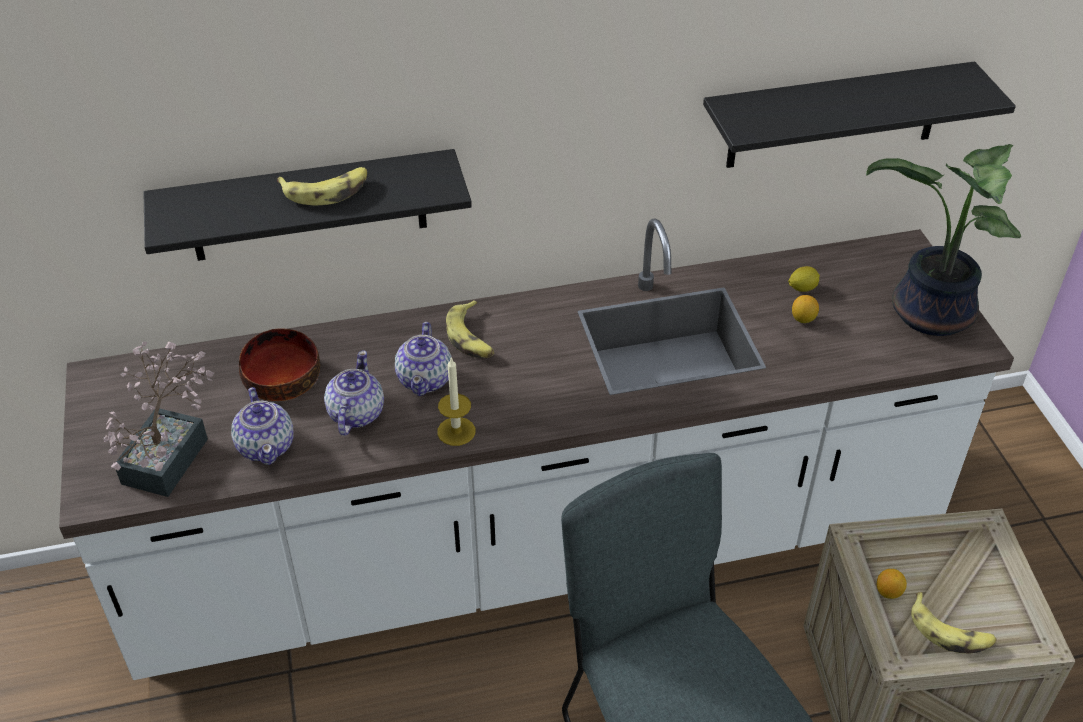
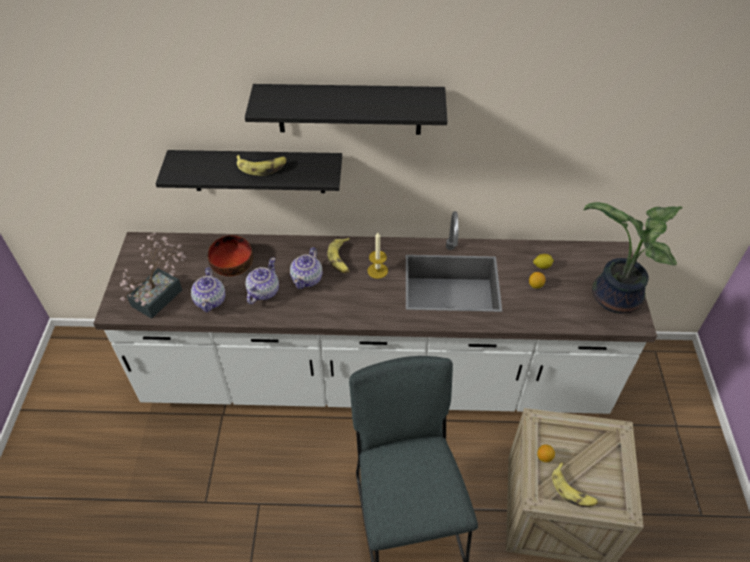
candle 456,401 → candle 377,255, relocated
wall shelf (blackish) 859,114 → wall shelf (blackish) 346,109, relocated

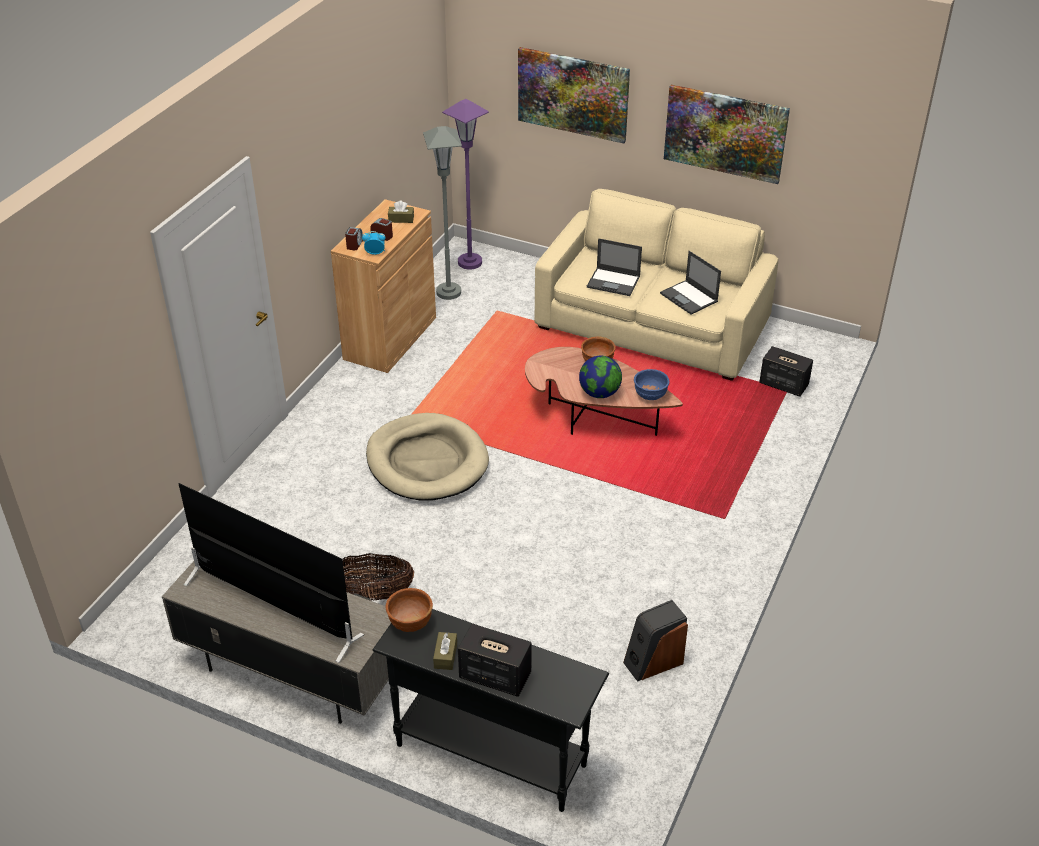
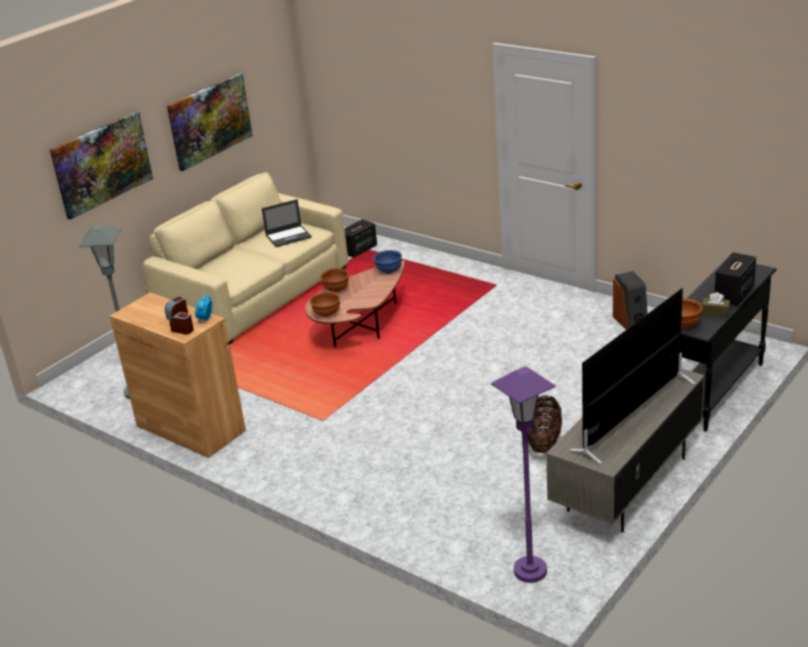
dog cushion (sand-coloured) 427,456 → -
tissue box (brown-coloured) 401,212 → -
standard lamp (purplish) 465,184 → standard lamp (purplish) 523,475, relocated
globe 600,377 → -
laptop 614,267 → -
- → serving bowl (brown-coloured) 325,304

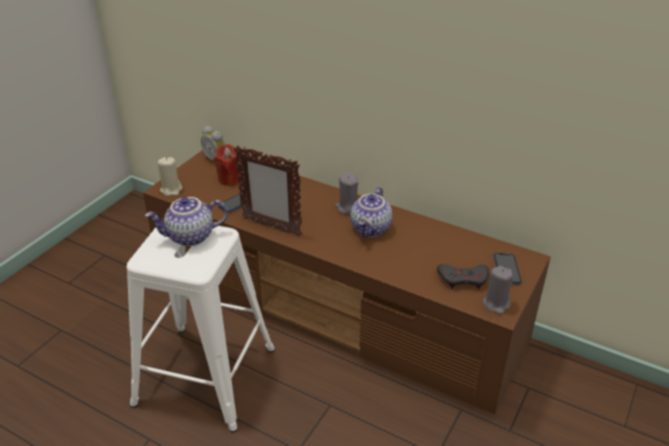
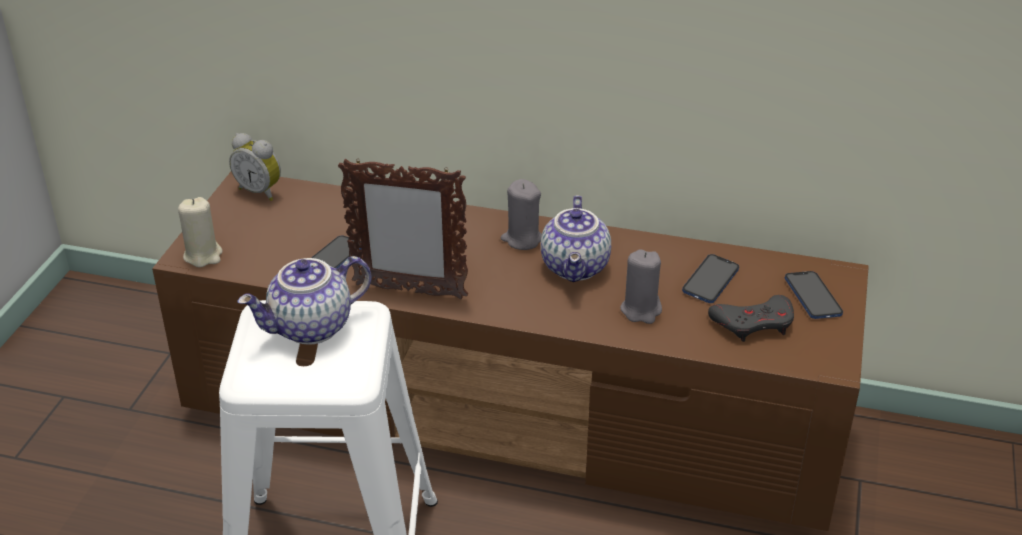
candle (red-coloured) 228,165 → -
candle (grey) 498,290 → candle (grey) 641,286, relocated
- → phone 710,278

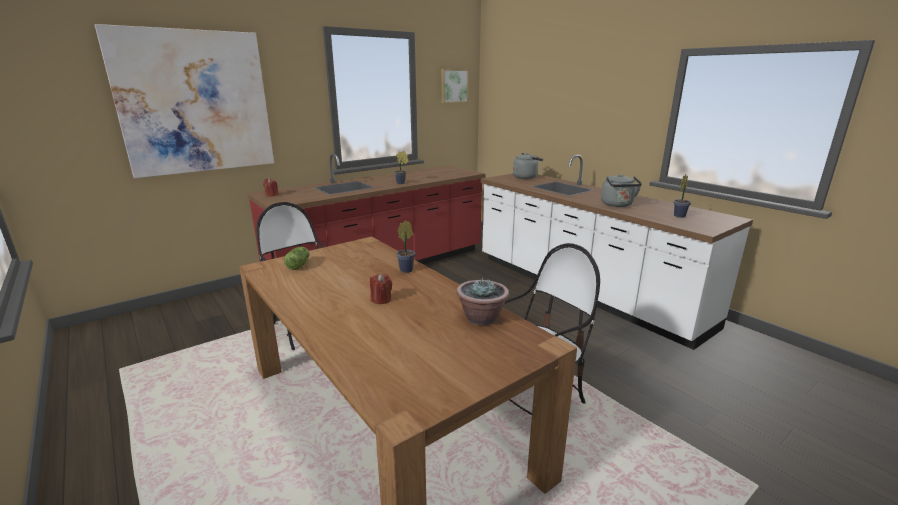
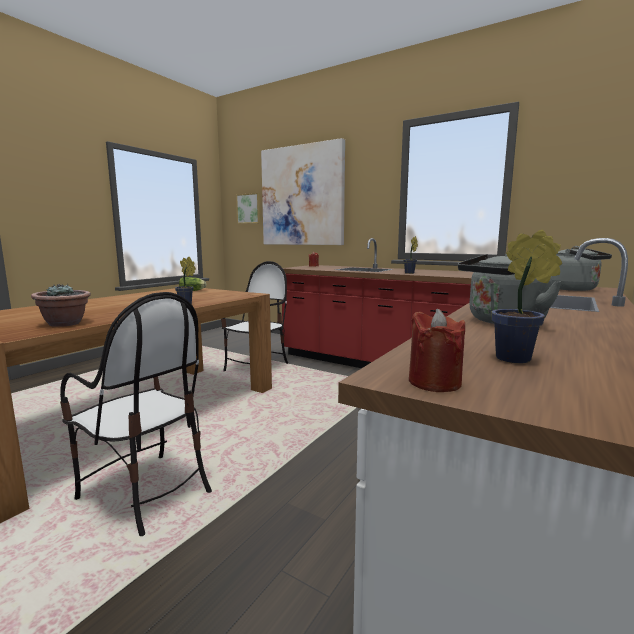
candle (red-coloured) 381,289 → candle (red-coloured) 437,350, relocated
wall picture 455,86 → wall picture 248,208, relocated

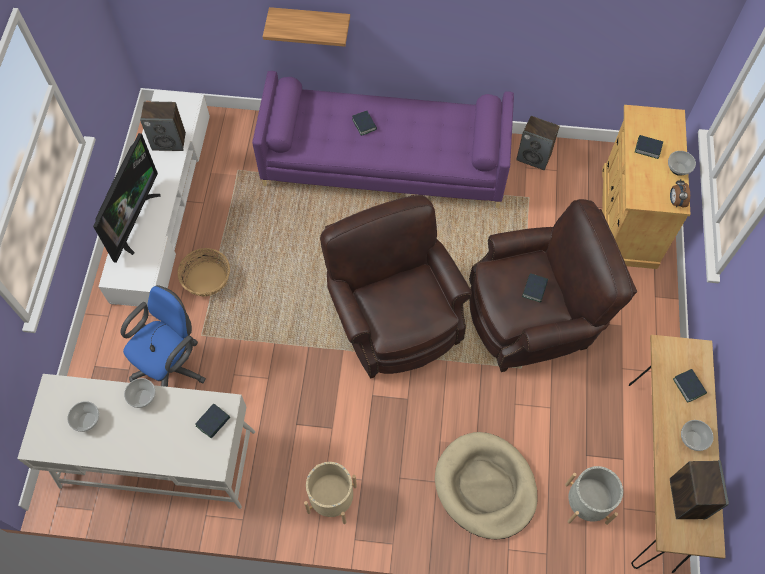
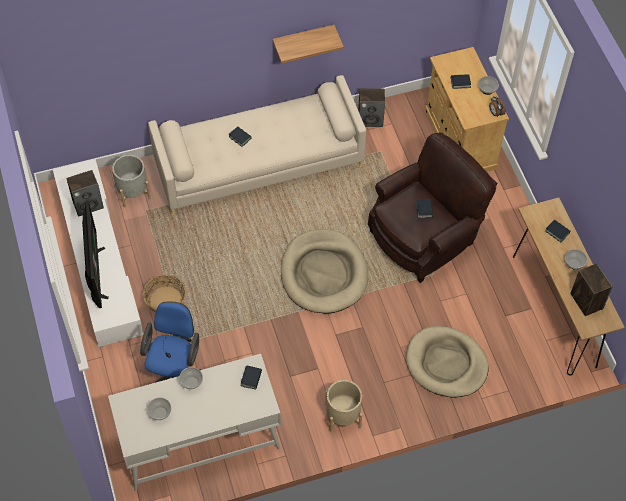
couch (purplish) 383,139 → couch (sand-coloured) 257,145
wall shelf 306,27 → wall shelf 308,44, relocated
armchair (brown-coloured) 396,287 → dog cushion (sand-coloured) 324,271
plant pot (grey) 594,495 → plant pot (grey) 131,181, relocated

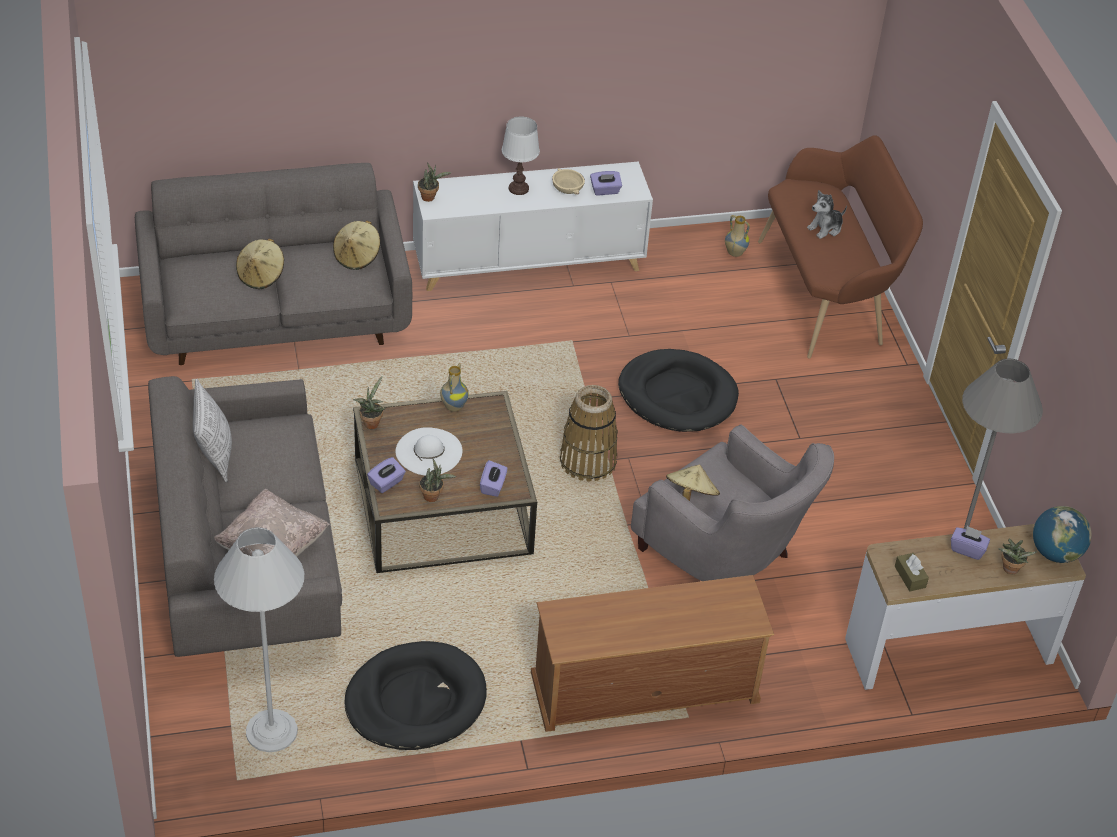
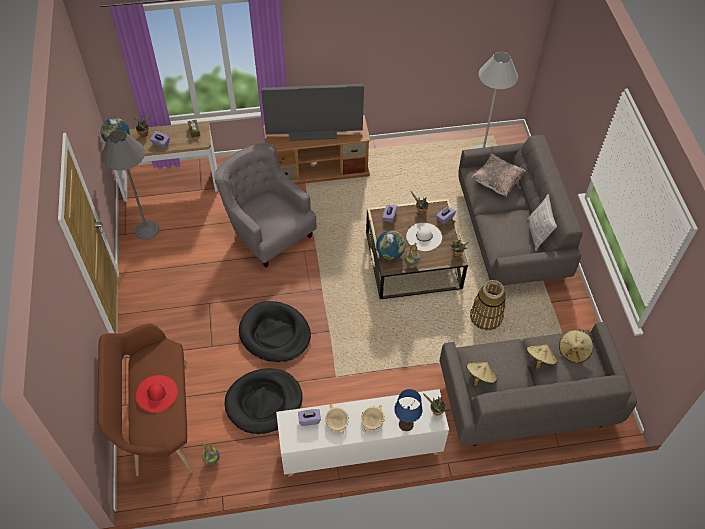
dog cushion (blackish) 416,695 → dog cushion (blackish) 264,401, relocated
lamp for a table (whitish) 521,155 → serving bowl (sand-coloured) 373,418
basket 589,433 → basket 488,305, relocated
hat (sand-coloured) 693,482 → hat (sand-coloured) 576,346, relocated
soft toy 827,214 → hat (red-coloured) 157,394
- → TV 312,112
- → globe 390,245
- → lamp for a table (blue-coloured) 408,410

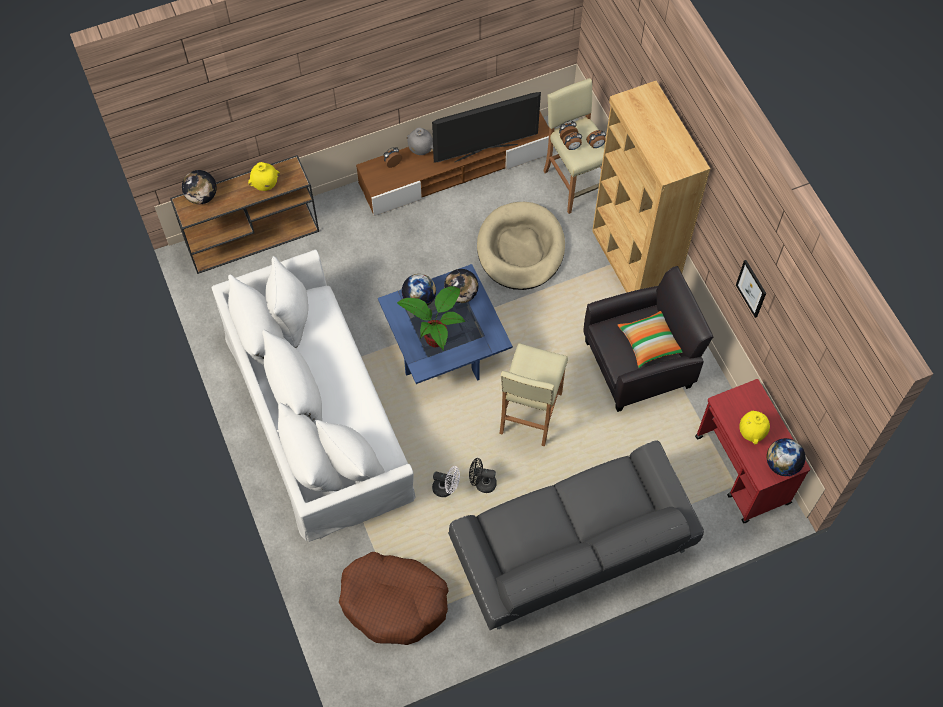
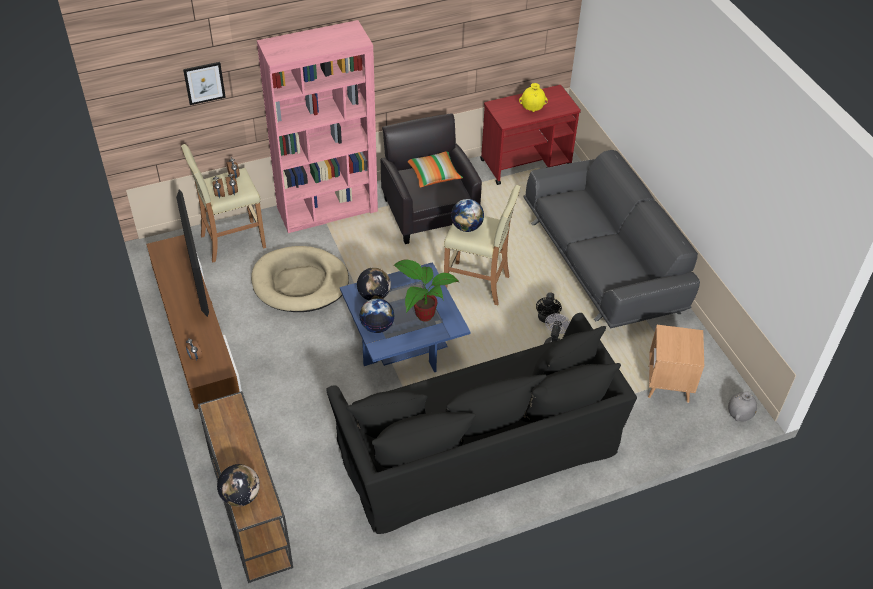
couch (whitish) 314,396 → couch (blackish) 481,423
flower vase (yellowish) 264,176 → -
dog cushion (brown-coloured) 394,598 → side table (brown-coloured) 676,364
flower vase (grey) 420,141 → flower vase (grey) 742,406, relocated
bookshelf (brown-coloured) 651,187 → bookshelf (pinkish) 317,126
wall picture 751,289 → wall picture 204,83, relocated
globe 786,457 → globe 467,215, relocated

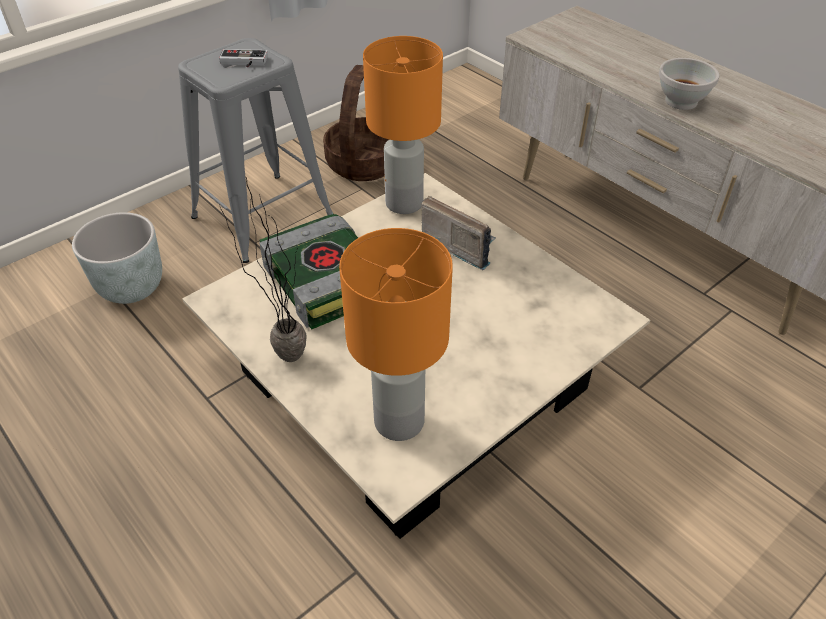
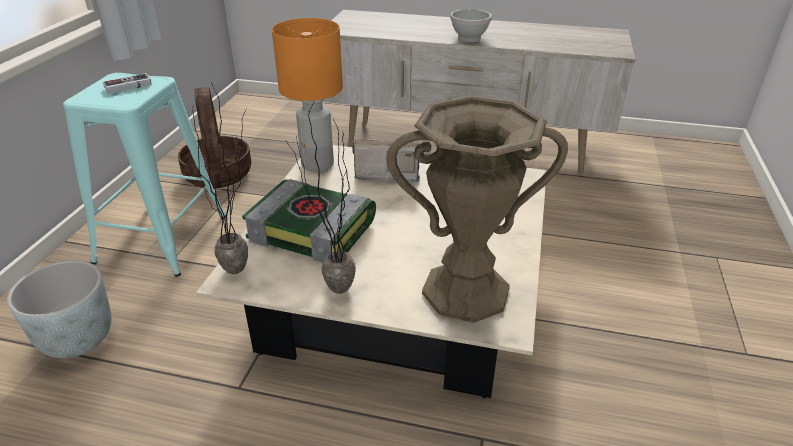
sitting stool (grey) 255,150 → sitting stool (turquoise-coloured) 144,175
lamp for a table (orange-coloured) 396,334 → flower vase (brown-coloured) 477,209
- → houseplant 220,178

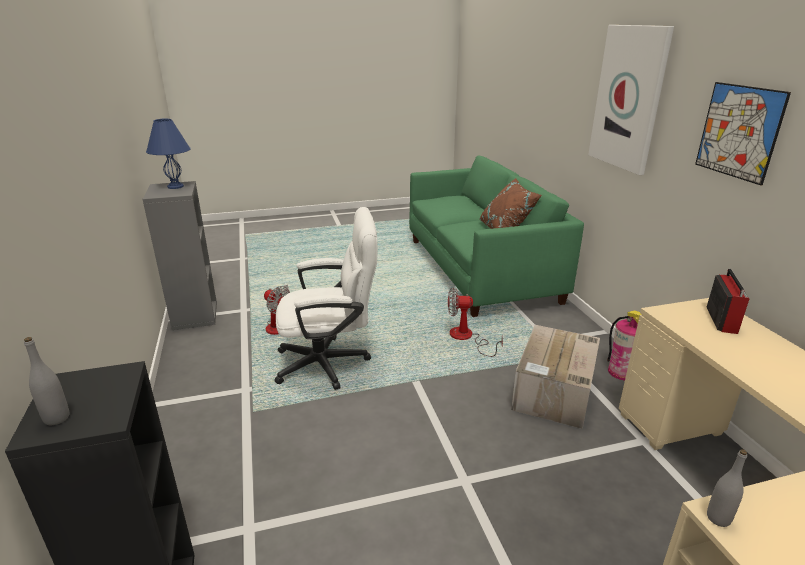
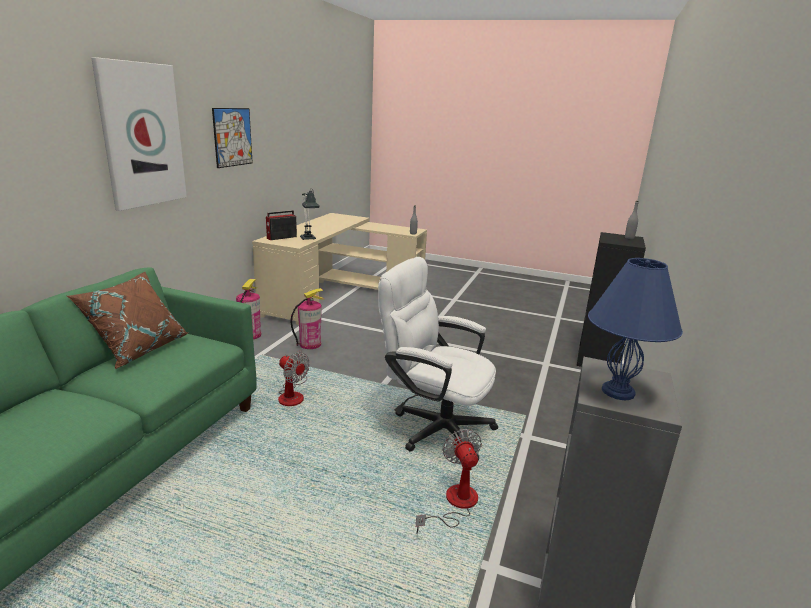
cardboard box 555,377 → fire-fighting cylinder 307,318
- → lamp for a table 310,214

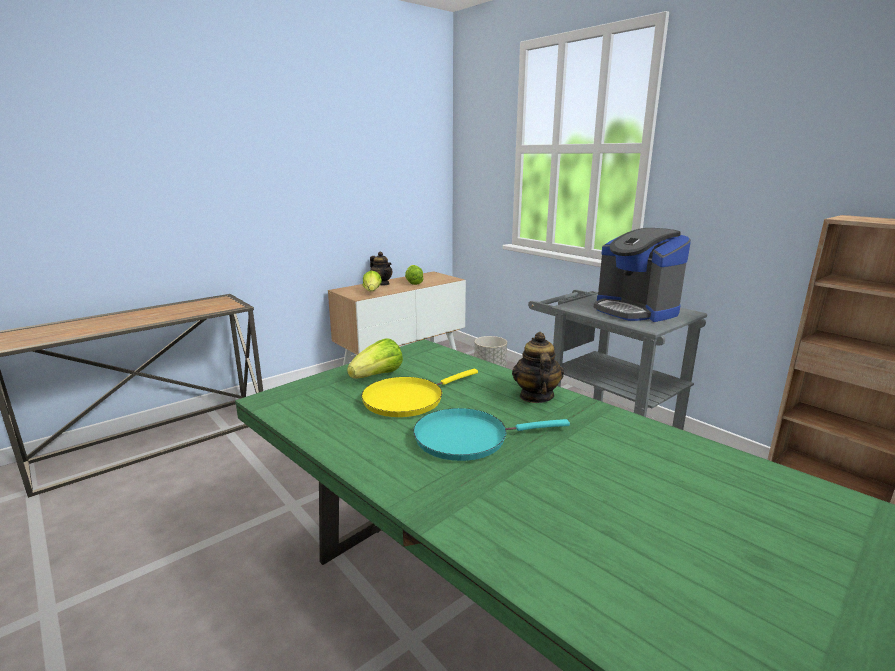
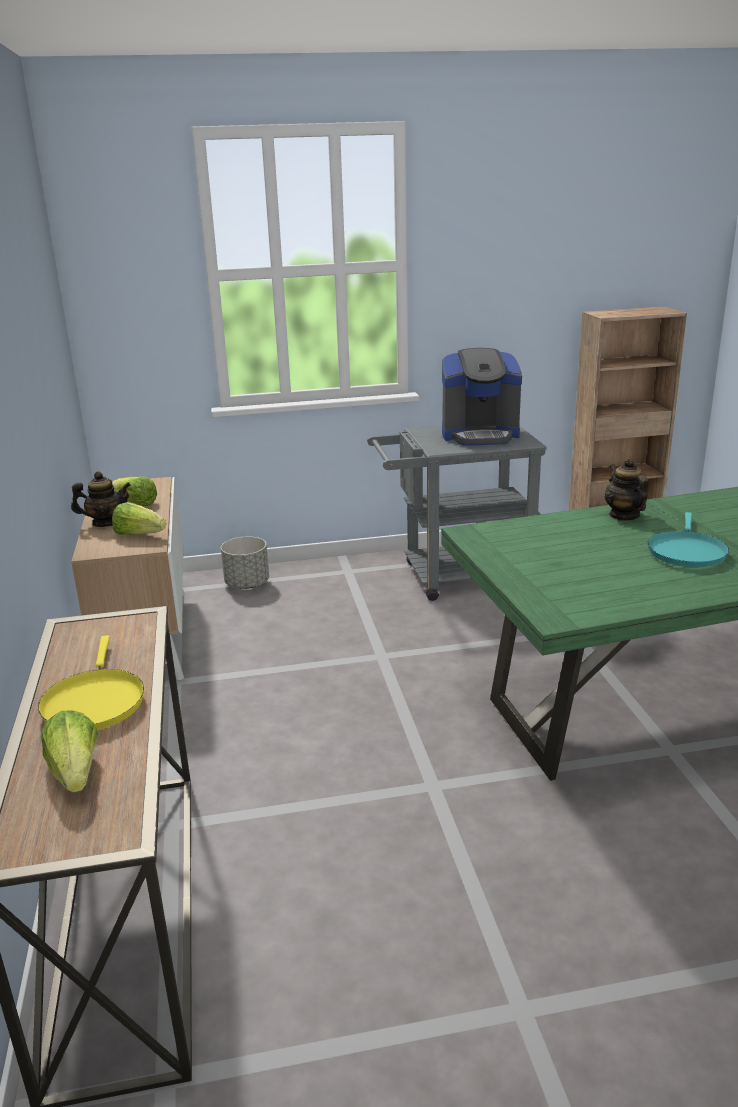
lettuce 375,358 → lettuce 69,751, relocated
skillet (yellowish) 419,393 → skillet (yellowish) 91,682, relocated
pot for tea 538,367 → pot for tea 626,489, 45 degrees clockwise

